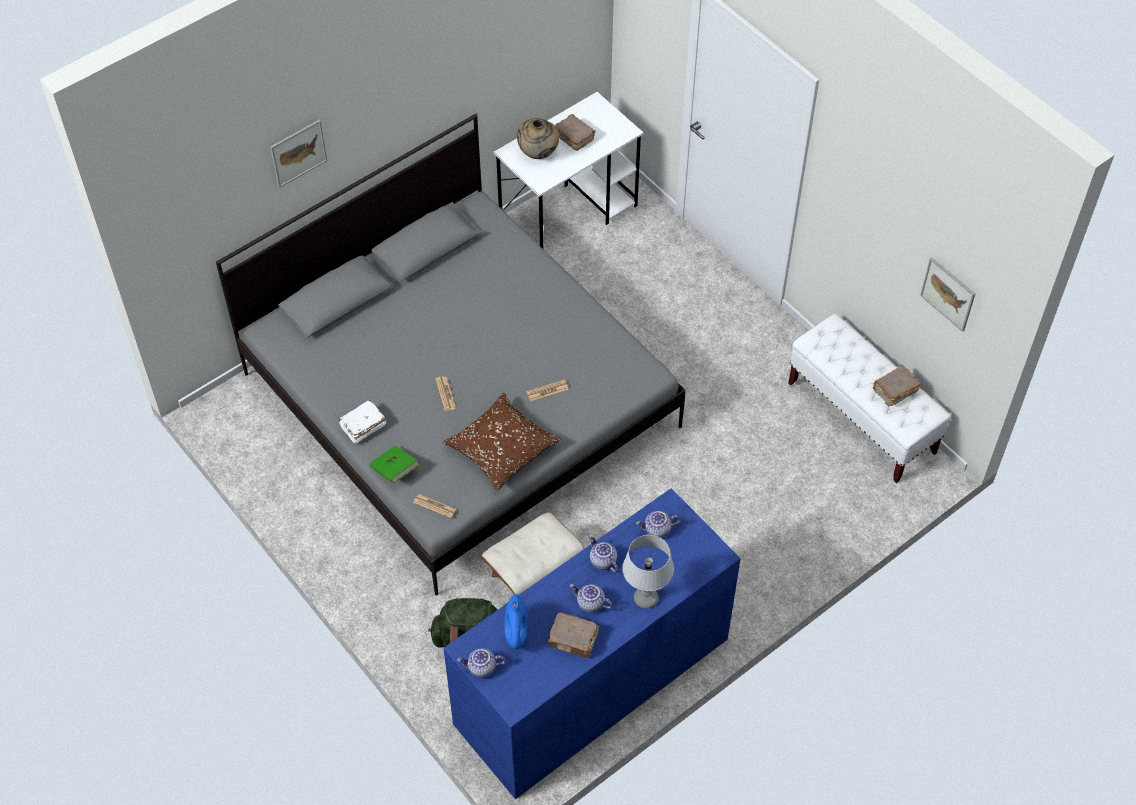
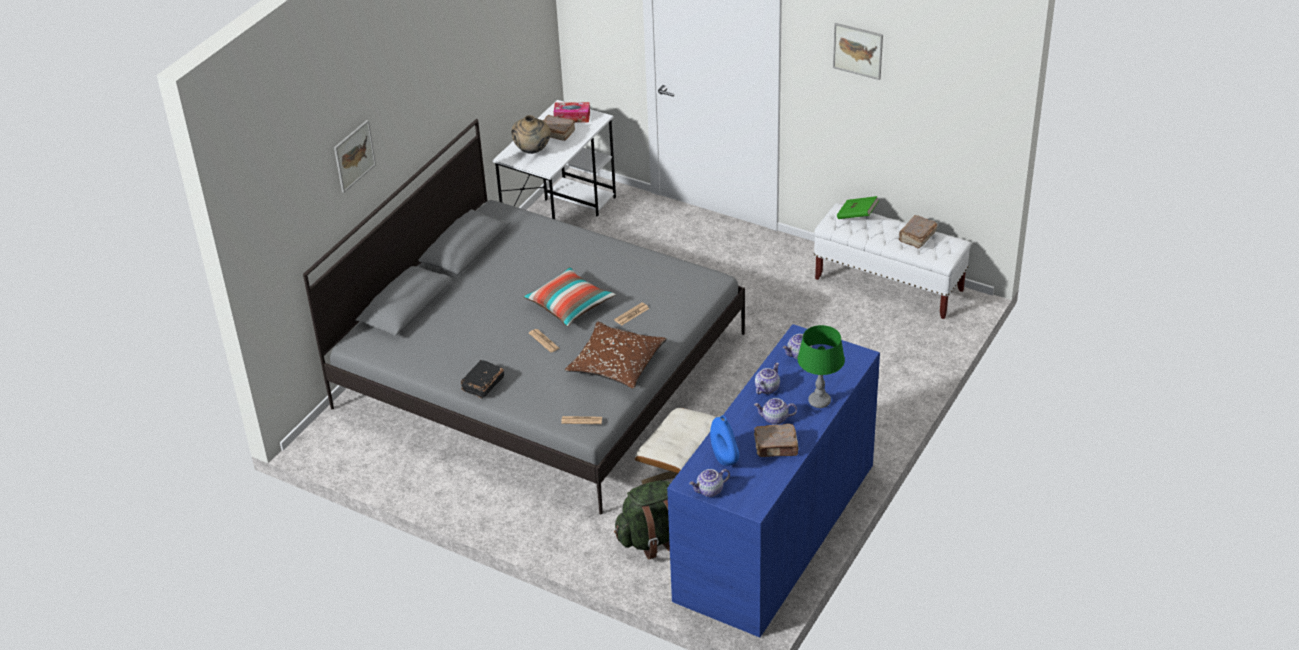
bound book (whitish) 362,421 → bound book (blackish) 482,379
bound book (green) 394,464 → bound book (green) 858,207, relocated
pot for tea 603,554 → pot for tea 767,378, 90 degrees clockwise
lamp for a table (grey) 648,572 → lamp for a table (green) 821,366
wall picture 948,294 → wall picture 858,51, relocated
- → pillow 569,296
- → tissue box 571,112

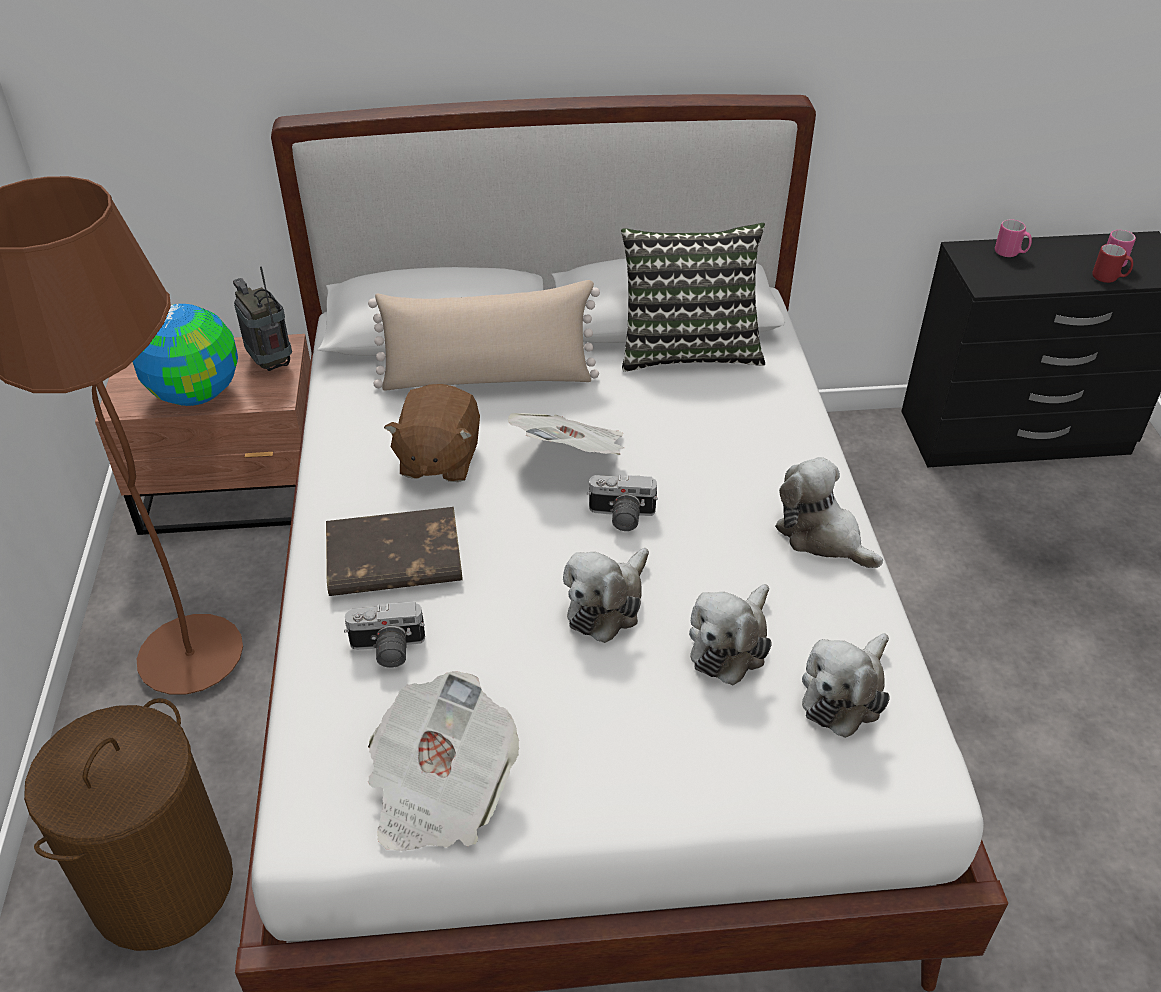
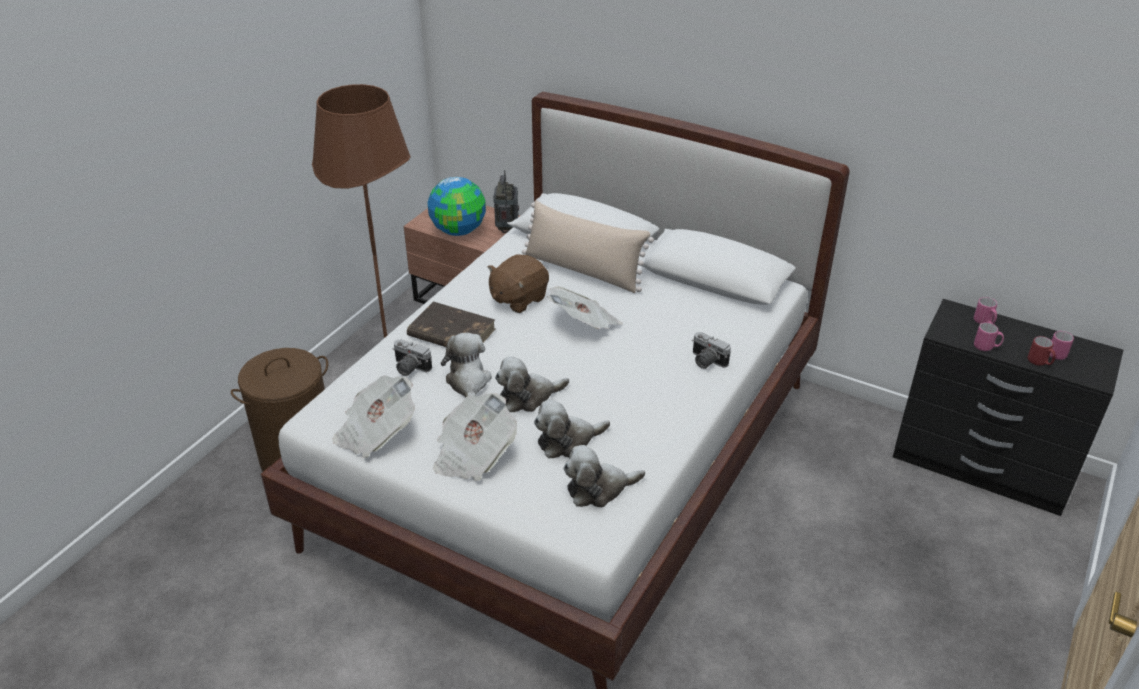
photo camera 622,502 → photo camera 712,350, relocated
pillow 693,297 → -
soft toy 829,512 → soft toy 466,365, relocated
- → newspaper 475,437
- → coffee mug (pinkish) 989,336

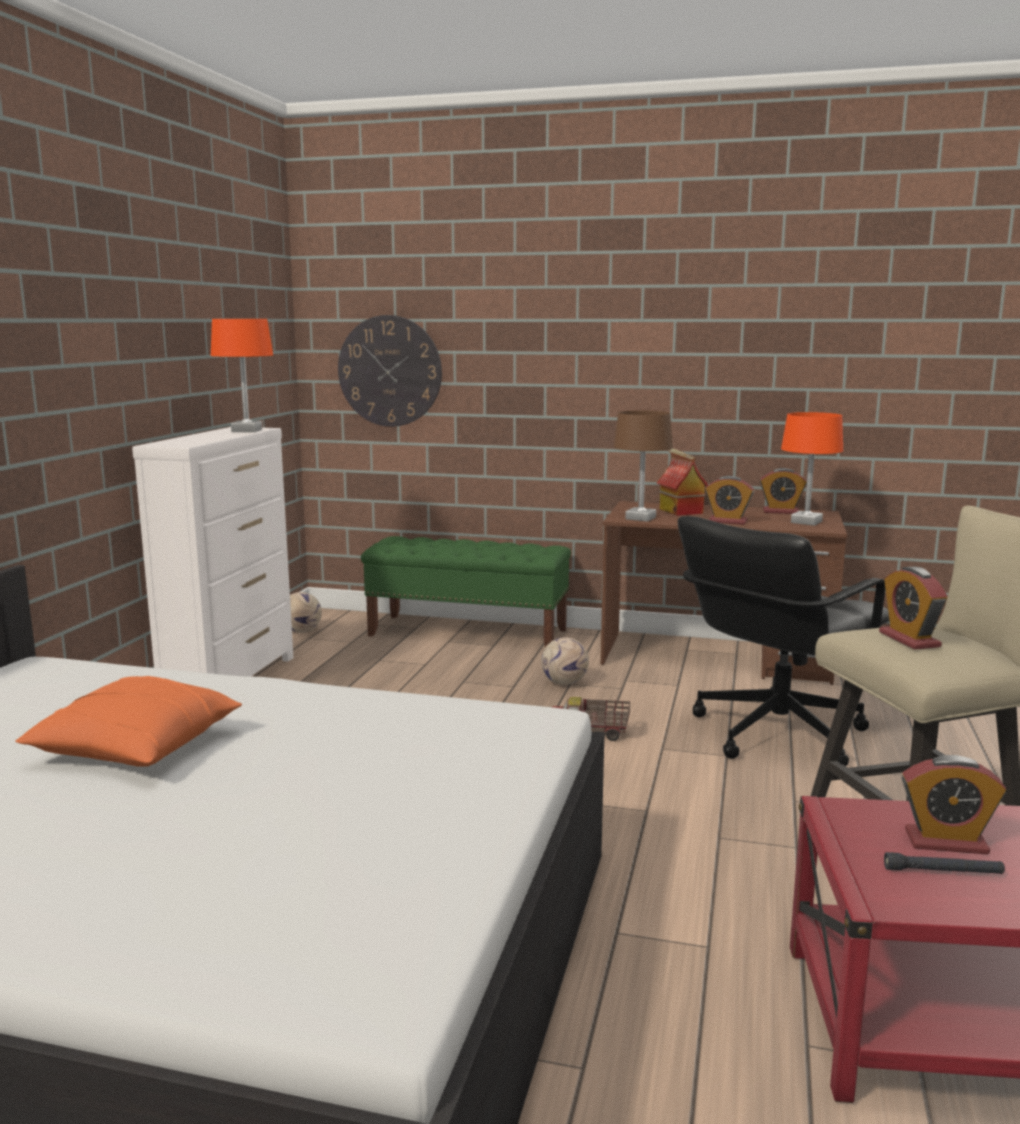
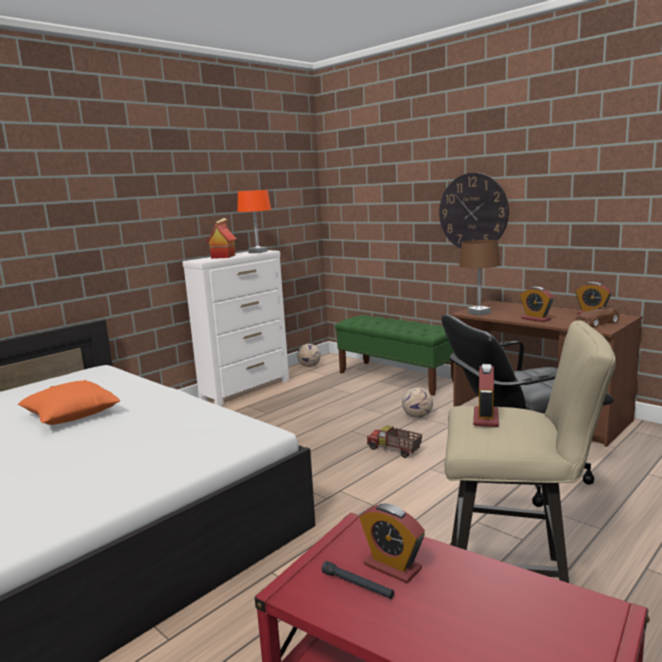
hanging clock 390,371 → hanging clock 474,211, relocated
toy house 682,482 → toy house 221,238, relocated
lamp for a table (orange-coloured) 812,469 → miniature car (brown-coloured) 597,317

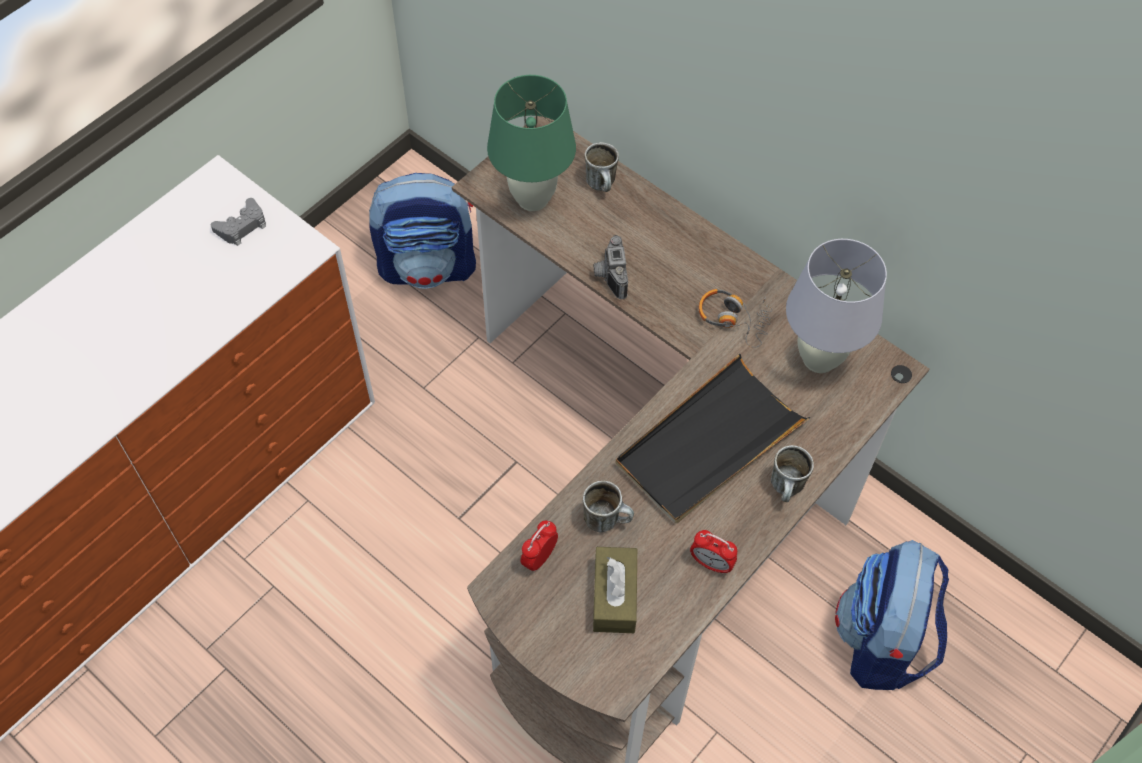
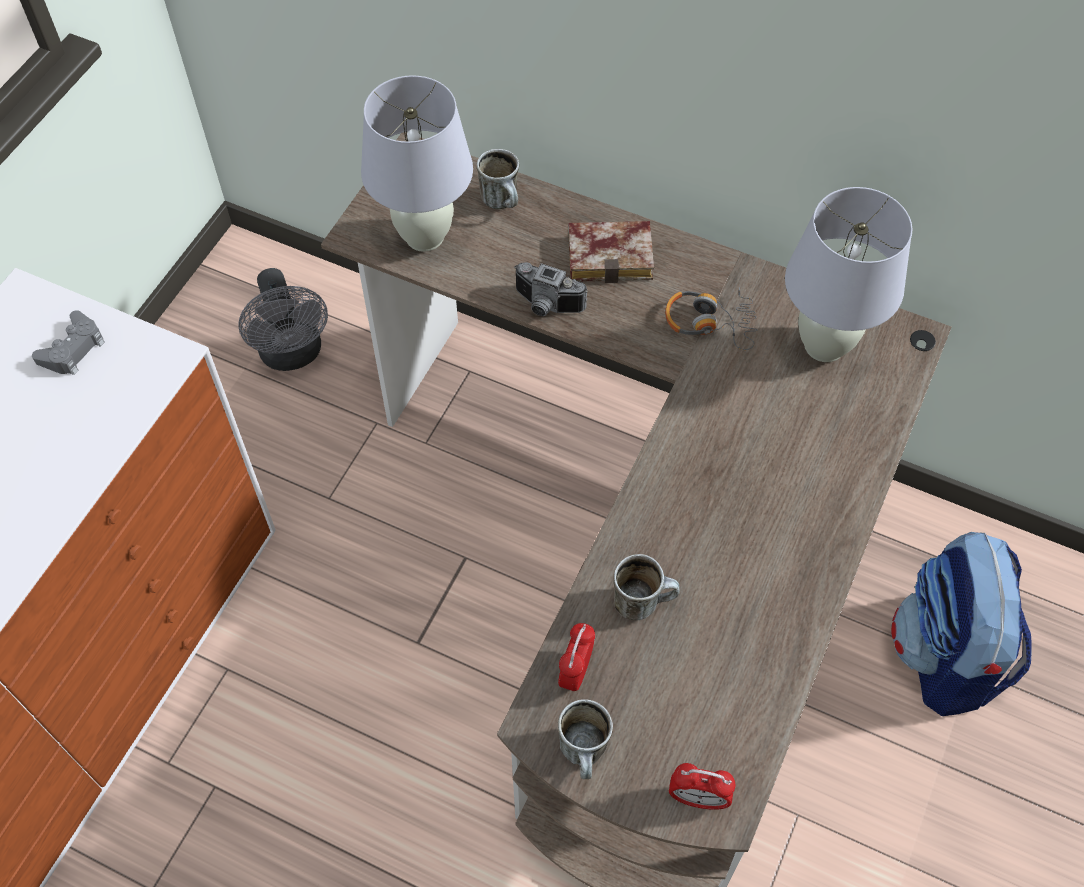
knapsack 422,231 → electric fan (grey) 283,319
lamp for a table (green) 531,143 → lamp for a table (whitish) 417,163
tissue box (brown-coloured) 615,590 → -
photo camera 611,267 → photo camera 551,289, 45 degrees counterclockwise
tray (blackish) 712,439 → -
bedside clock 713,552 → bedside clock 702,786, relocated
coffee mug 792,473 → coffee mug 585,739, relocated
- → bound book 611,252

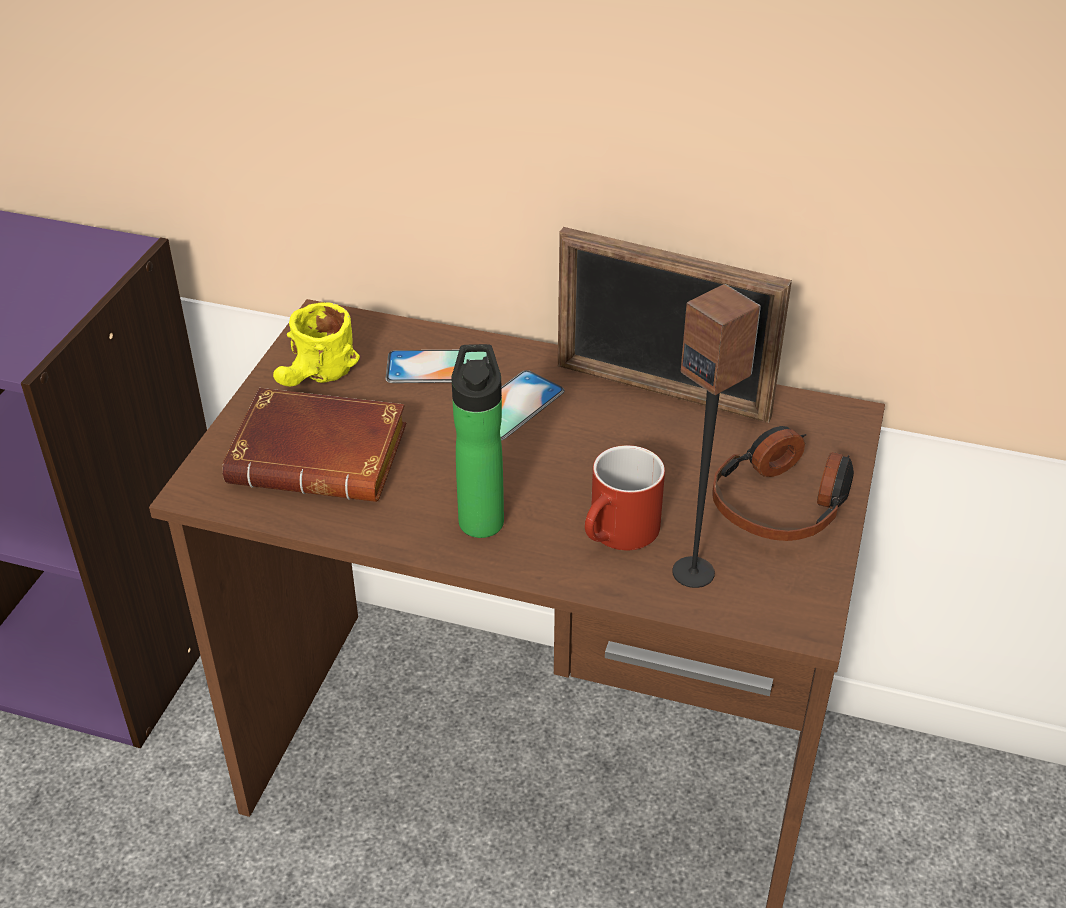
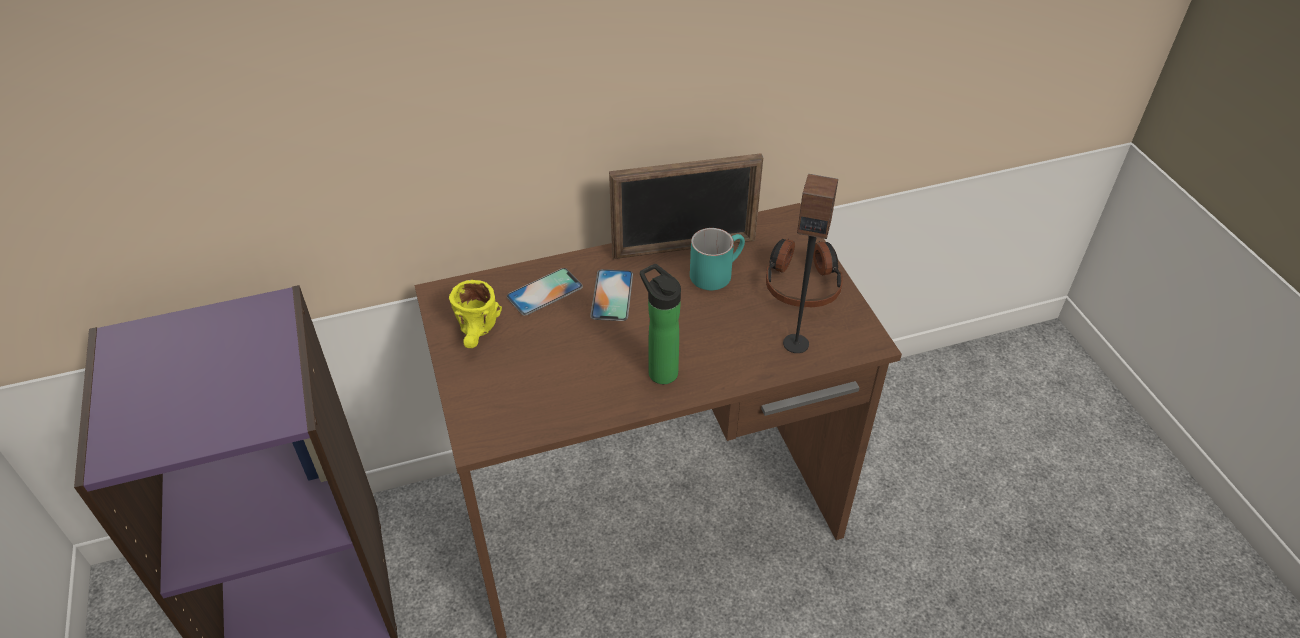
bound book (brown-coloured) 314,445 → -
coffee mug (red-coloured) 625,497 → -
- → coffee mug (turquoise-coloured) 717,259

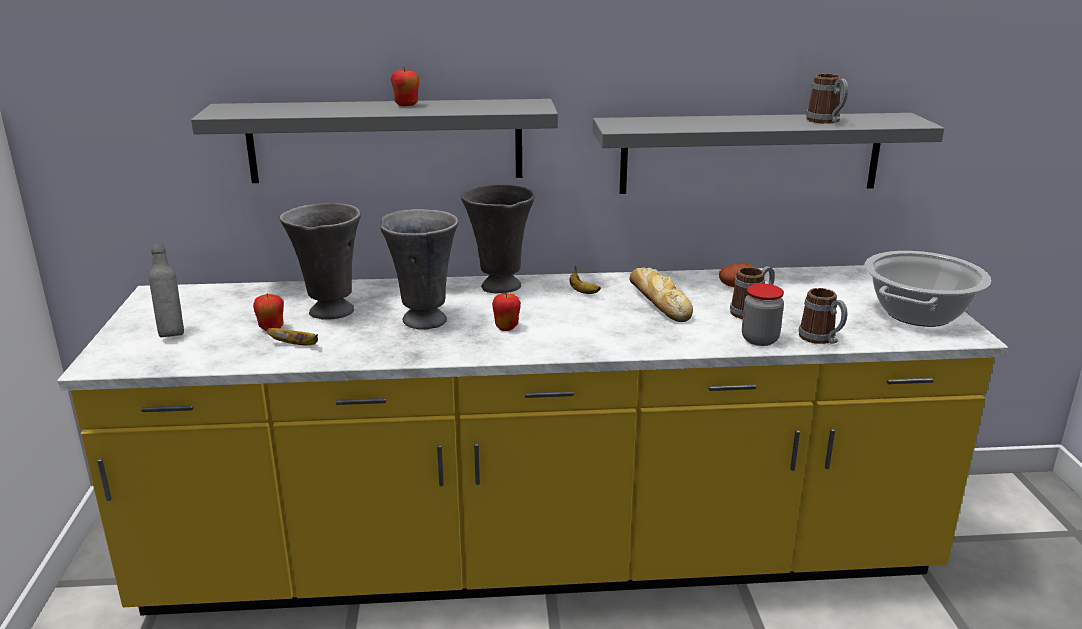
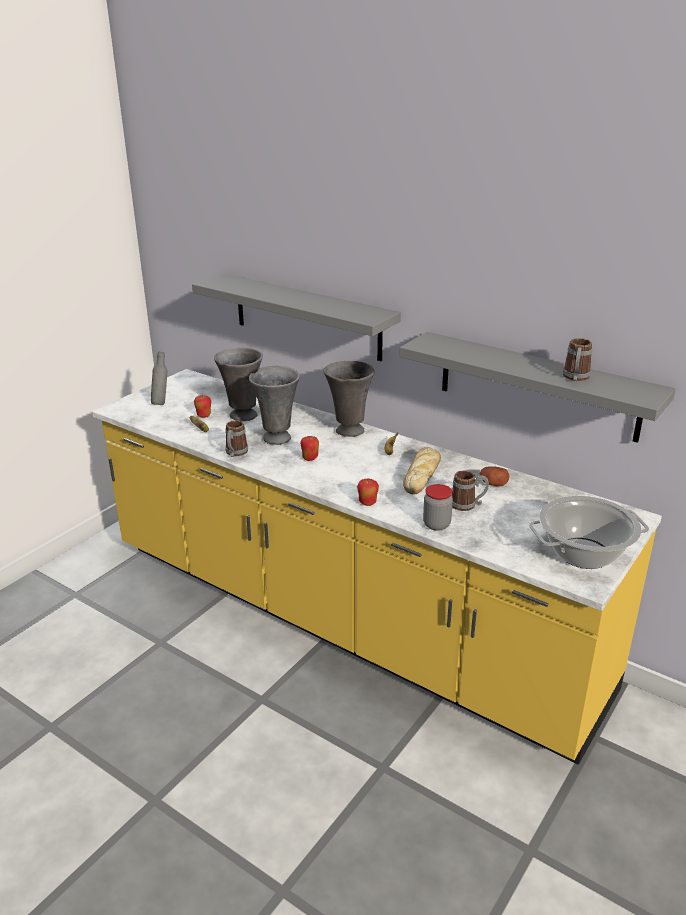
apple 405,86 → apple 368,492, relocated
coffee mug 822,316 → coffee mug 236,438, relocated

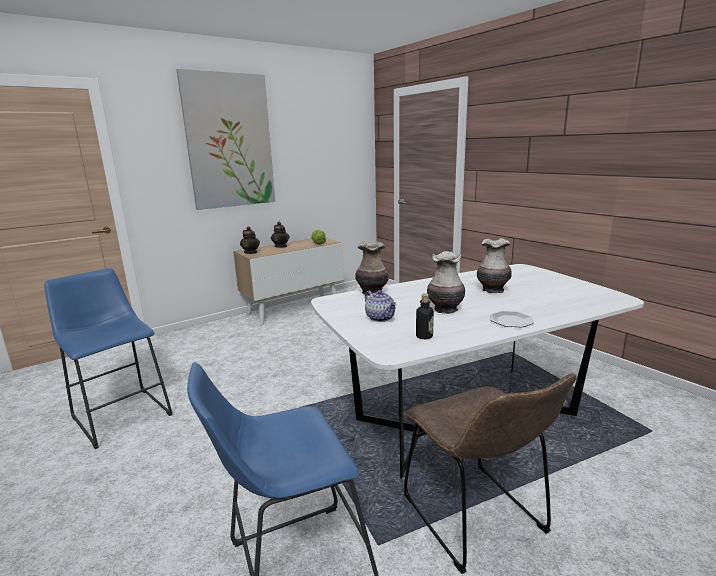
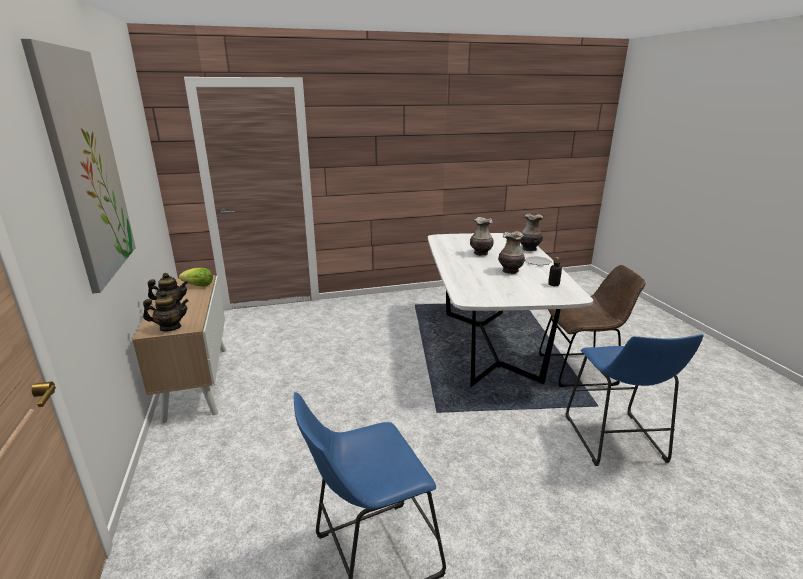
flower vase 372,268 → flower vase 531,232, relocated
pot for tea 381,306 → -

